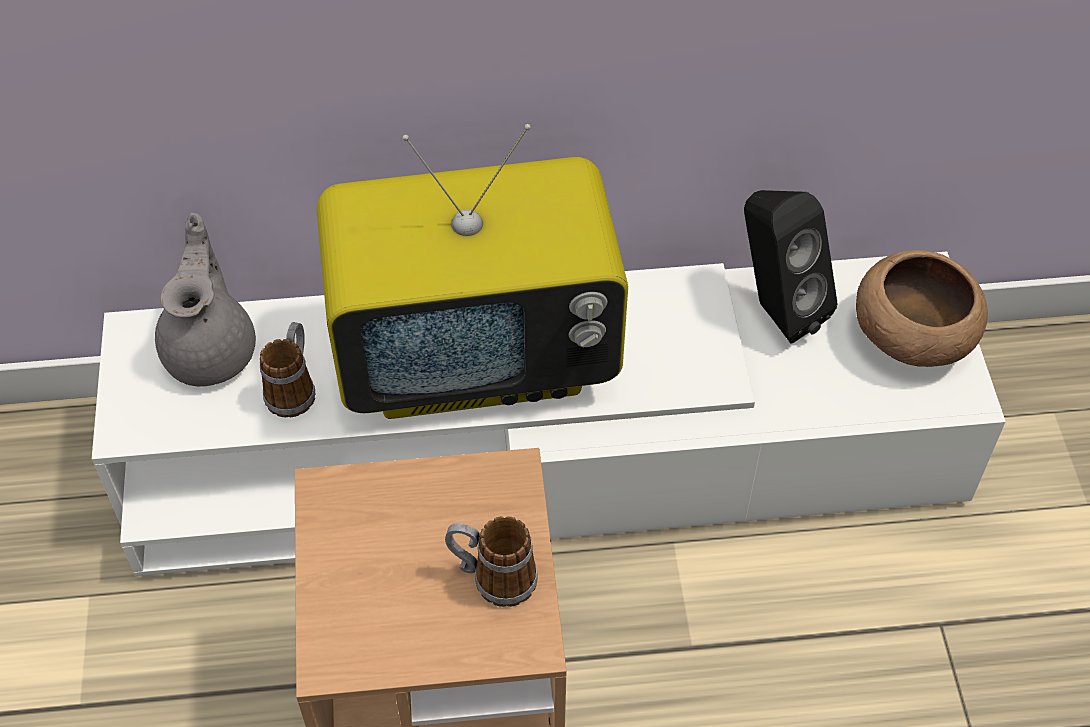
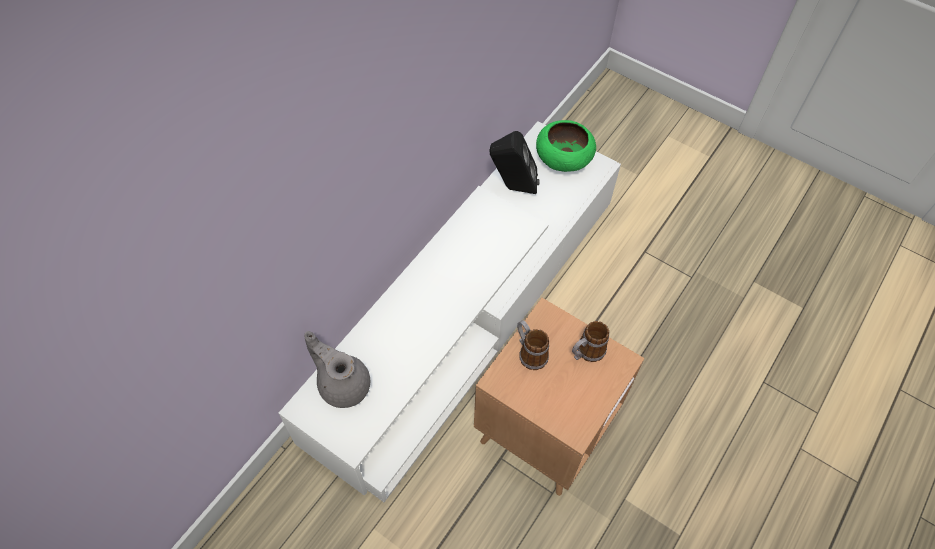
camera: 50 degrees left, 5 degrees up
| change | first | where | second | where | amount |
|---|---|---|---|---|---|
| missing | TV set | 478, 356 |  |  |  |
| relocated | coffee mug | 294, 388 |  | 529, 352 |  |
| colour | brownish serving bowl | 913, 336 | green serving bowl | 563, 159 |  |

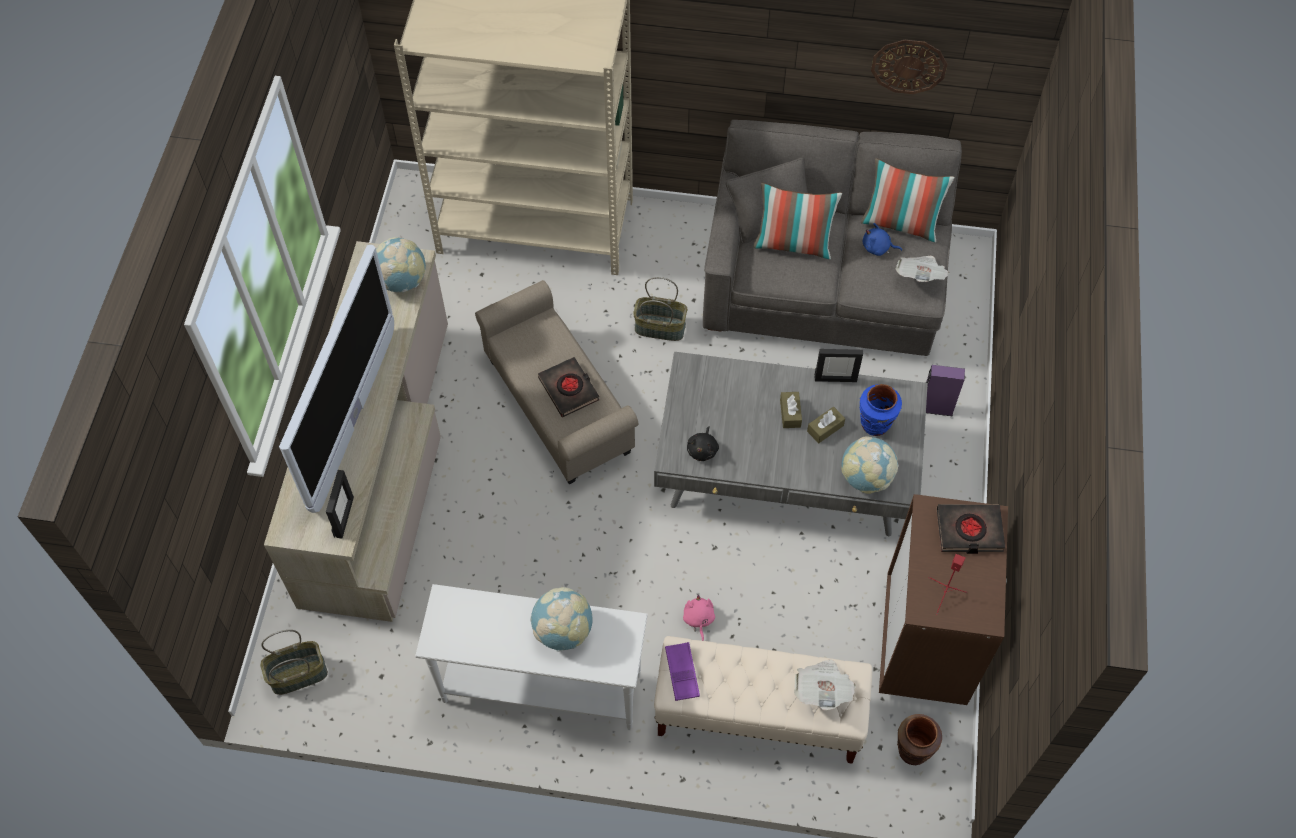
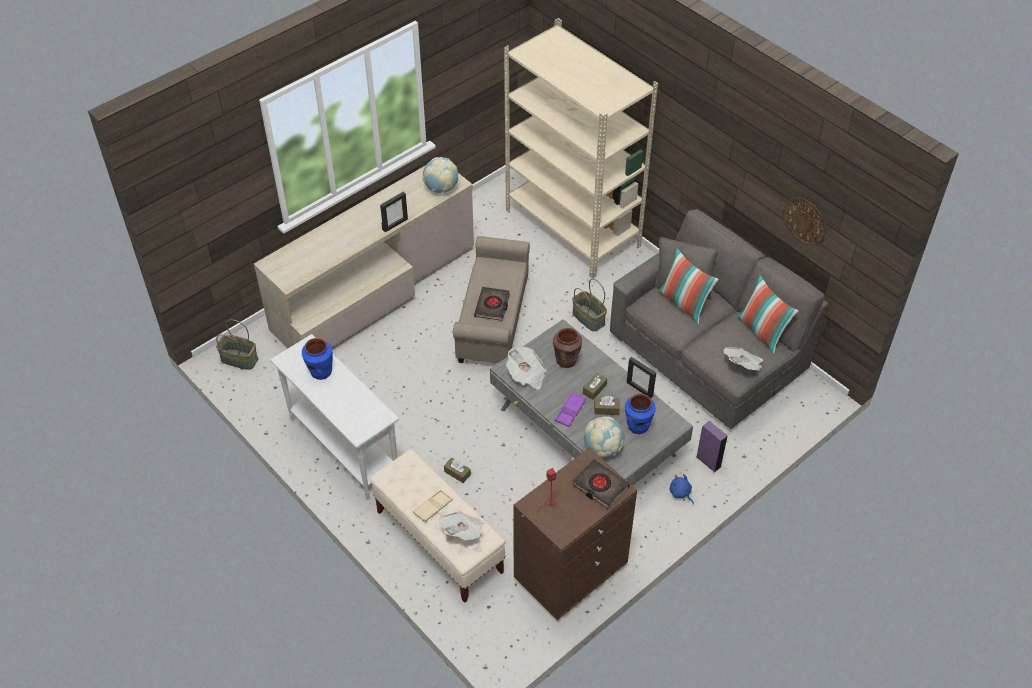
camera: 40 degrees right, 10 degrees down
| change | first | where | second | where | amount |
|---|---|---|---|---|---|
| missing | TV set | 354, 418 |  |  |  |
| missing | desk globe | 563, 631 |  |  |  |
| appeared |  |  | blue flower vase | 321, 372 |  |
| appeared |  |  | beige tray | 433, 507 |  |
| relocated | standing frame | 344, 517 |  | 395, 224 |  |
| relocated | purple-coloured tray | 682, 673 |  | 570, 411 |  |
| relocated | blue cuddly toy | 878, 248 |  | 680, 493 |  |
| relocated | brownish flower vase | 912, 750 |  | 566, 360 |  |
| exchanged | pinkish cuddly toy | 698, 619 | brownish box of tissues | 457, 473 |  |
| exchanged | black cuddly toy | 703, 449 | newspaper | 526, 375 |  |

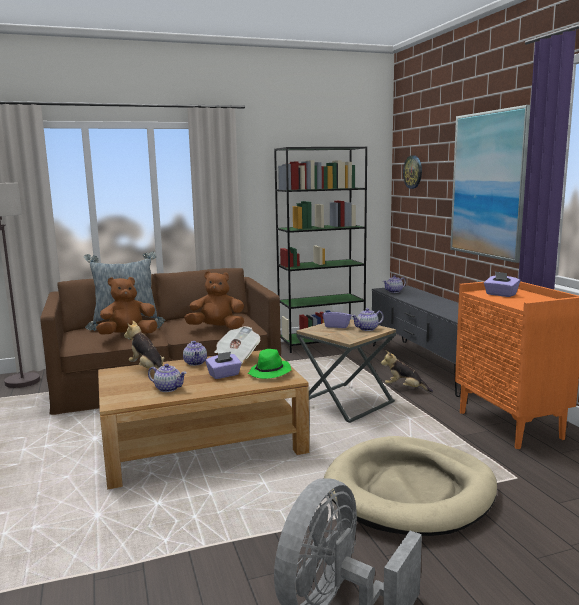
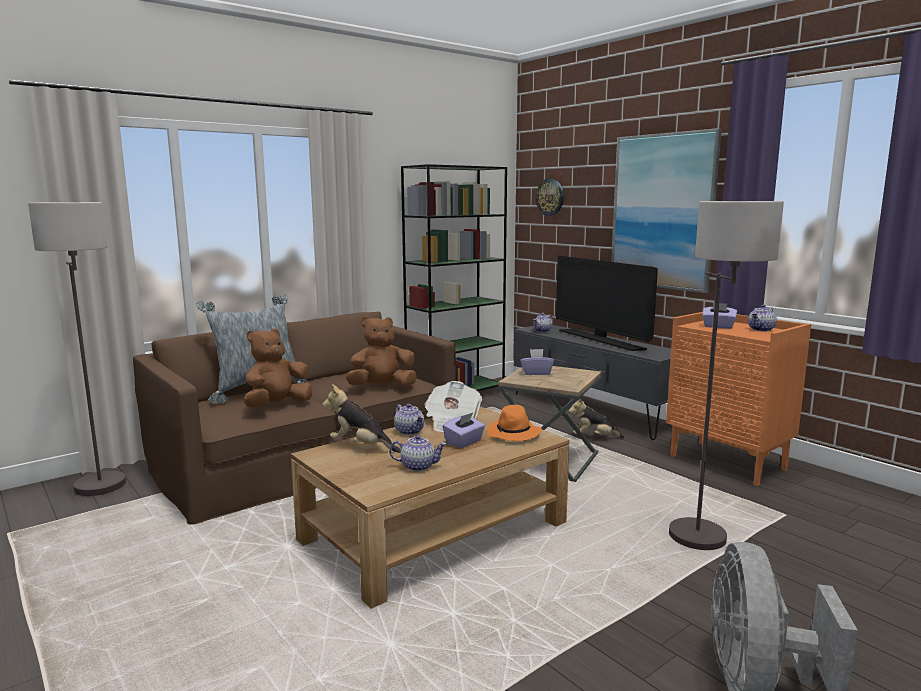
camera: 20 degrees left, 0 degrees up
| change | first | where | second | where | amount |
|---|---|---|---|---|---|
| appeared |  |  | TV set | 601, 340 |  |
| relocated | tea pot | 367, 329 |  | 761, 329 |  |
| exchanged | beige pet bed | 410, 490 | greyish floor lamp | 705, 545 |  |
| colour | green hat | 270, 373 | orange-coloured hat | 514, 434 |  |

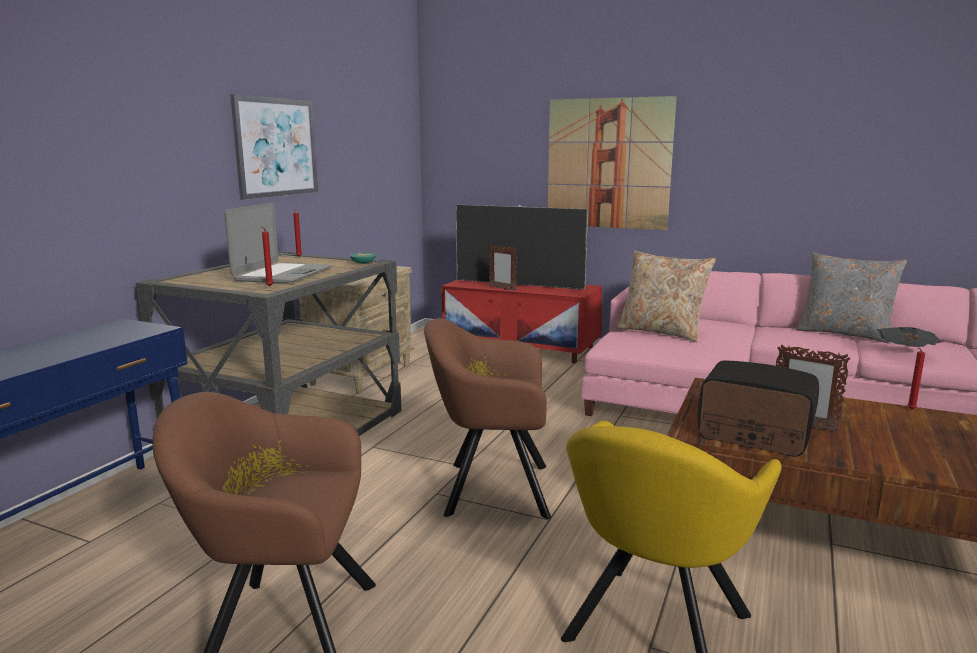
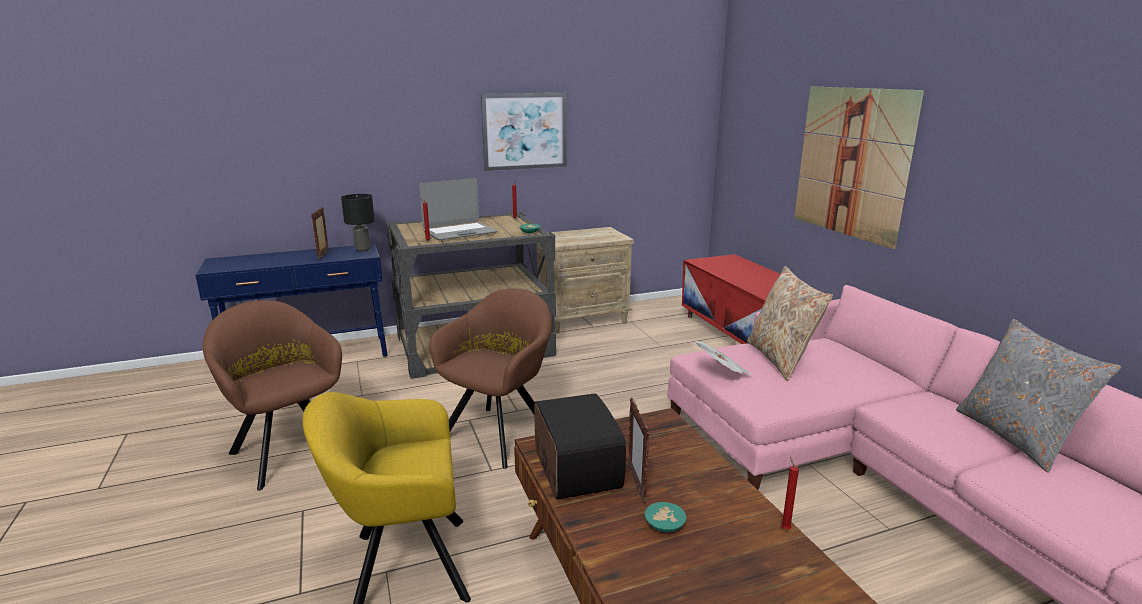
camera: 45 degrees right, 5 degrees up
| change | first | where | second | where | amount |
|---|---|---|---|---|---|
| missing | TV set | 519, 285 |  |  |  |
| appeared |  |  | black tabletop lamp | 363, 249 |  |
| appeared |  |  | turquoise serving bowl | 663, 526 |  |
| relocated | standing frame | 502, 289 |  | 323, 255 |  |
| relocated | newspaper | 906, 352 |  | 721, 372 |  |
| spun | brownish lounge chair | 489, 488 |  | 500, 432 | 75 degrees clockwise |

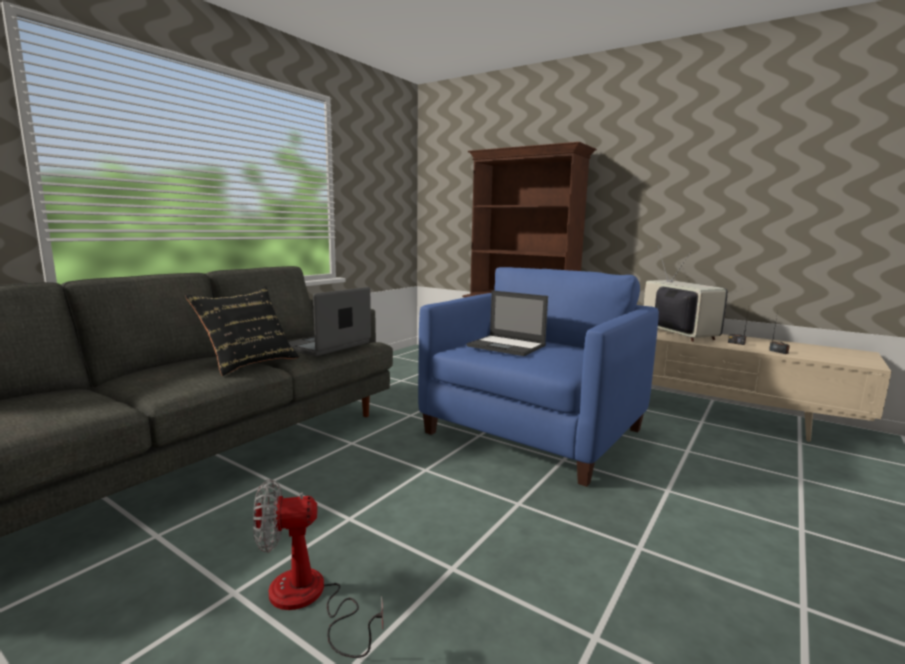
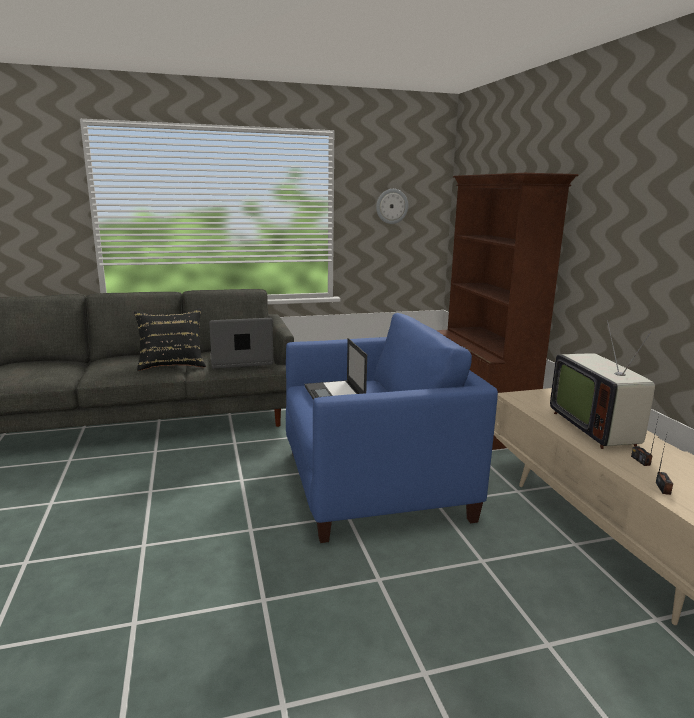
camera: 40 degrees right, 5 degrees up
| change | first | where | second | where | amount |
|---|---|---|---|---|---|
| missing | cooling fan | 308, 600 |  |  |  |
| appeared |  |  | wall clock | 391, 206 |  |
| spun | TV set | 676, 334 |  | 596, 427 | 150 degrees clockwise |

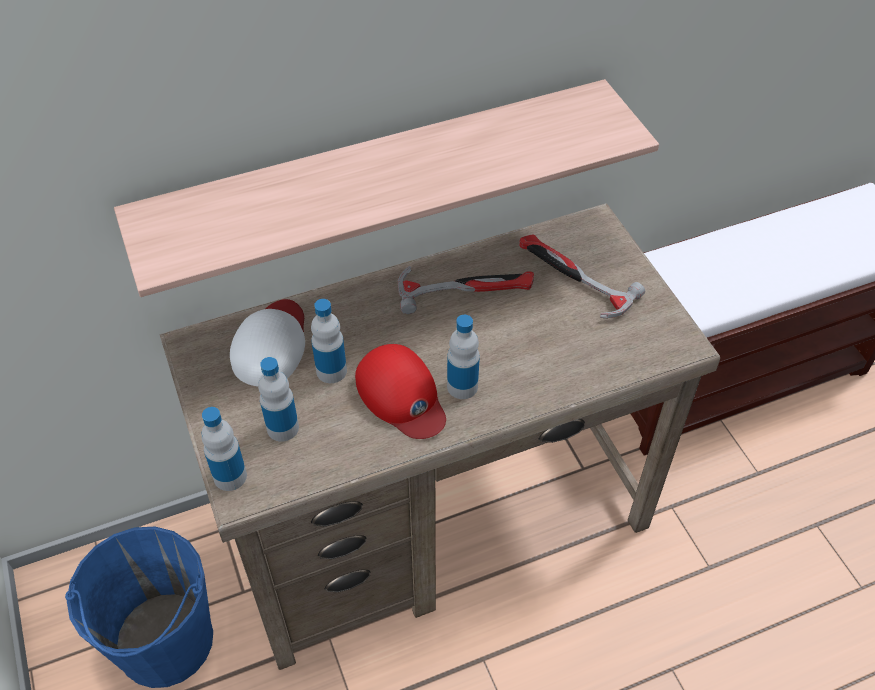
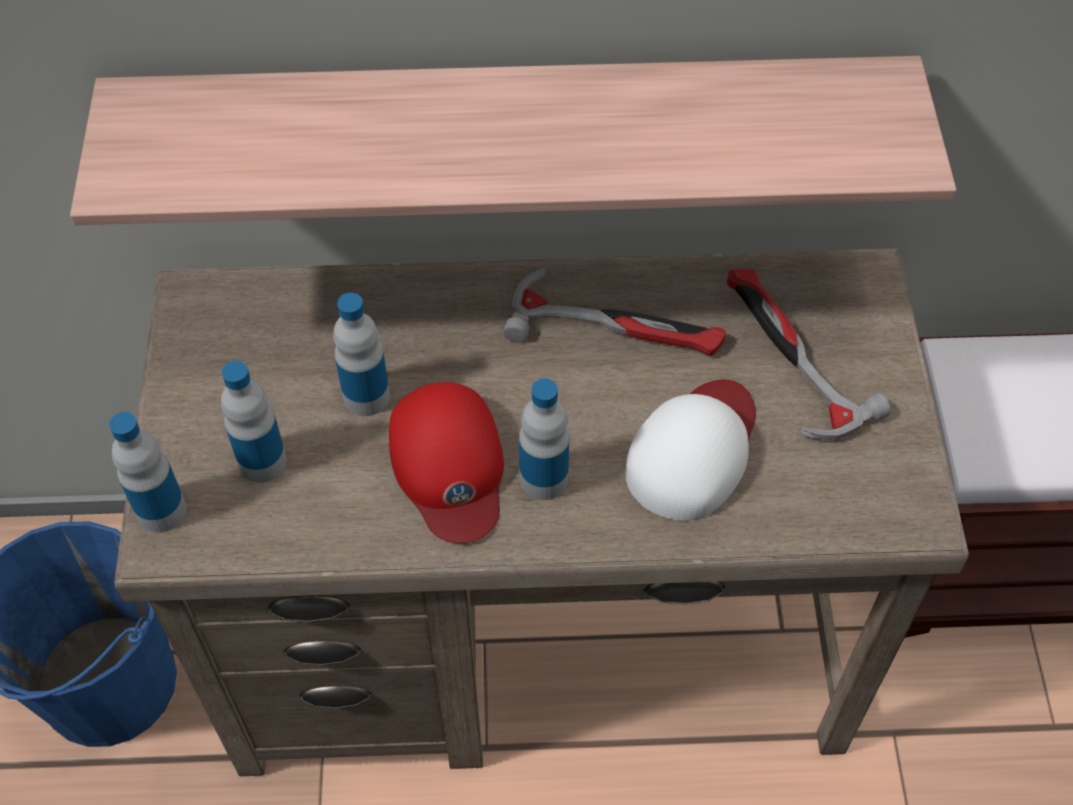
camera: 20 degrees right, 5 degrees up
| change | first | where | second | where | amount |
|---|---|---|---|---|---|
| relocated | whitish peaked cap | 271, 345 |  | 693, 451 |  |

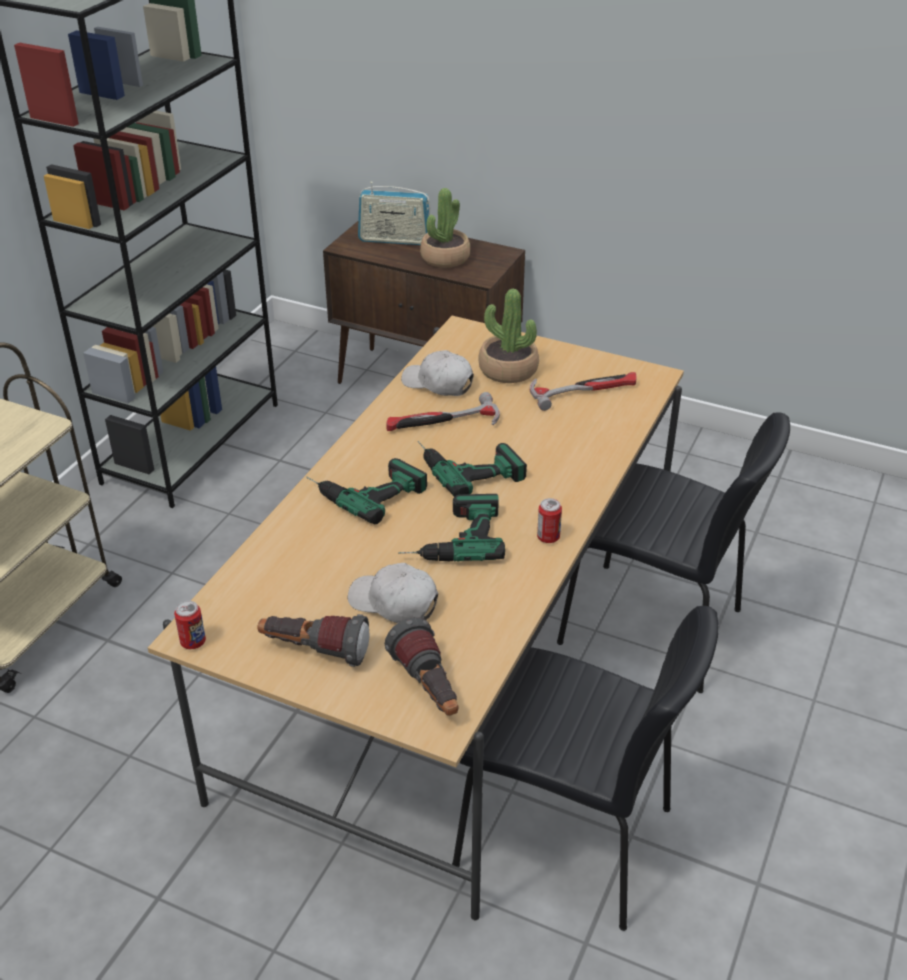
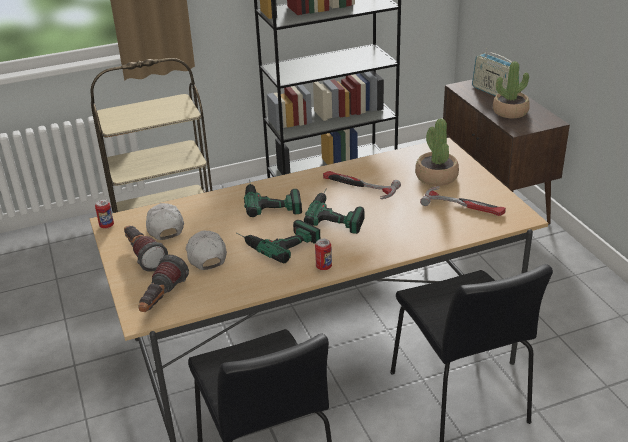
camera: 45 degrees right, 5 degrees down
| change | first | where | second | where | amount |
|---|---|---|---|---|---|
| relocated | whitish peaked cap | 438, 383 |  | 164, 227 |  |

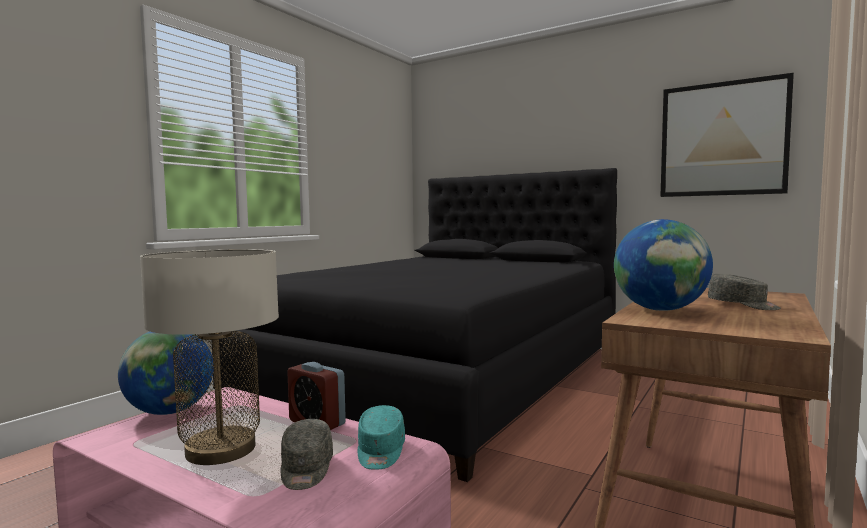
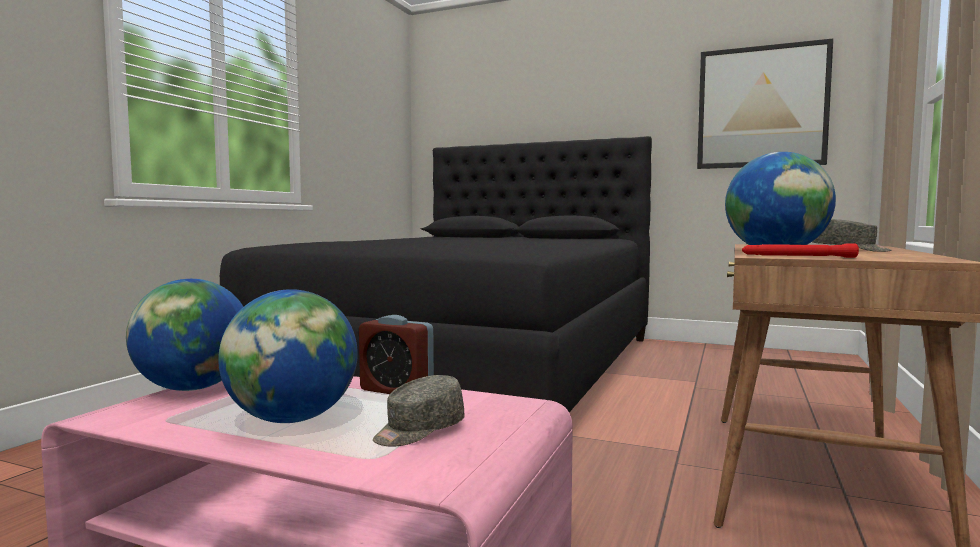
camera: 10 degrees left, 0 degrees up
| change | first | where | second | where | amount |
|---|---|---|---|---|---|
| missing | turquoise peaked cap | 380, 451 |  |  |  |
| appeared |  |  | red-coloured torch | 797, 257 |  |
| exchanged | tabletop lamp | 220, 450 | desk globe | 292, 419 |  |
| spun | greyish peaked cap | 306, 469 |  | 418, 431 | 60 degrees clockwise |

